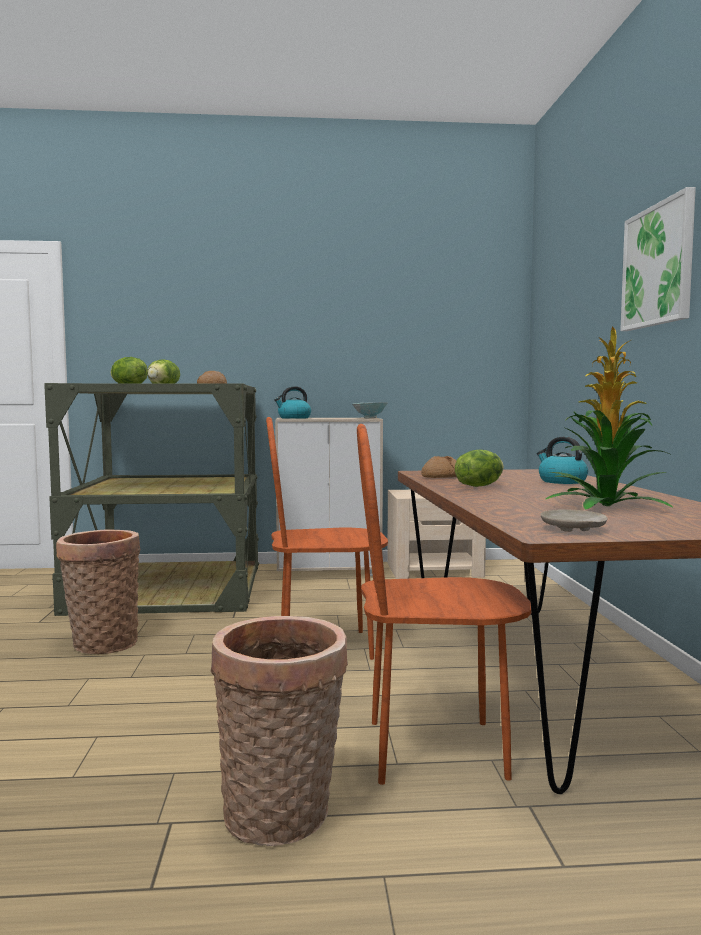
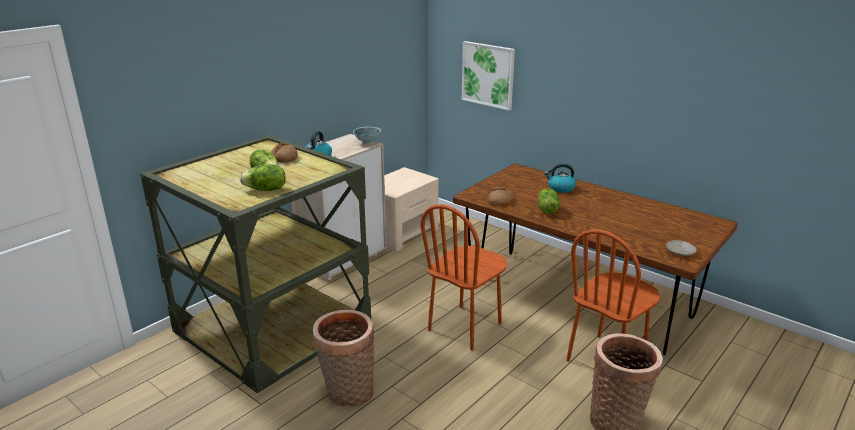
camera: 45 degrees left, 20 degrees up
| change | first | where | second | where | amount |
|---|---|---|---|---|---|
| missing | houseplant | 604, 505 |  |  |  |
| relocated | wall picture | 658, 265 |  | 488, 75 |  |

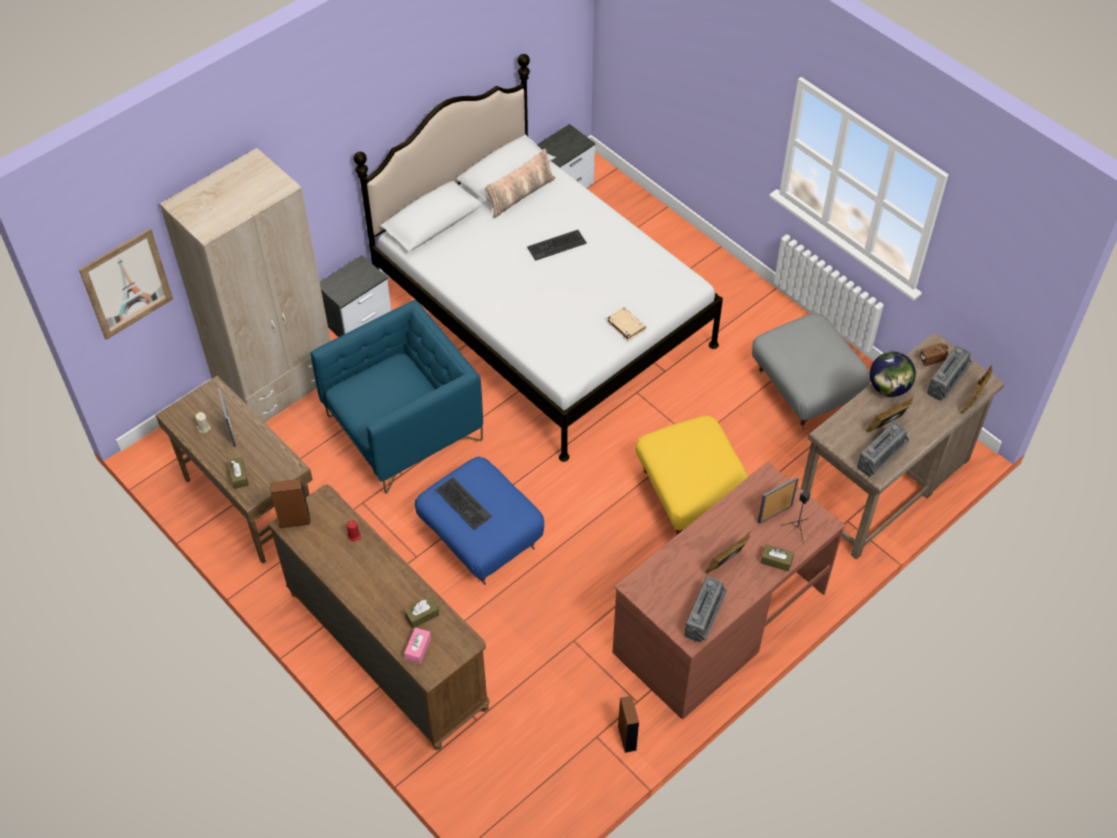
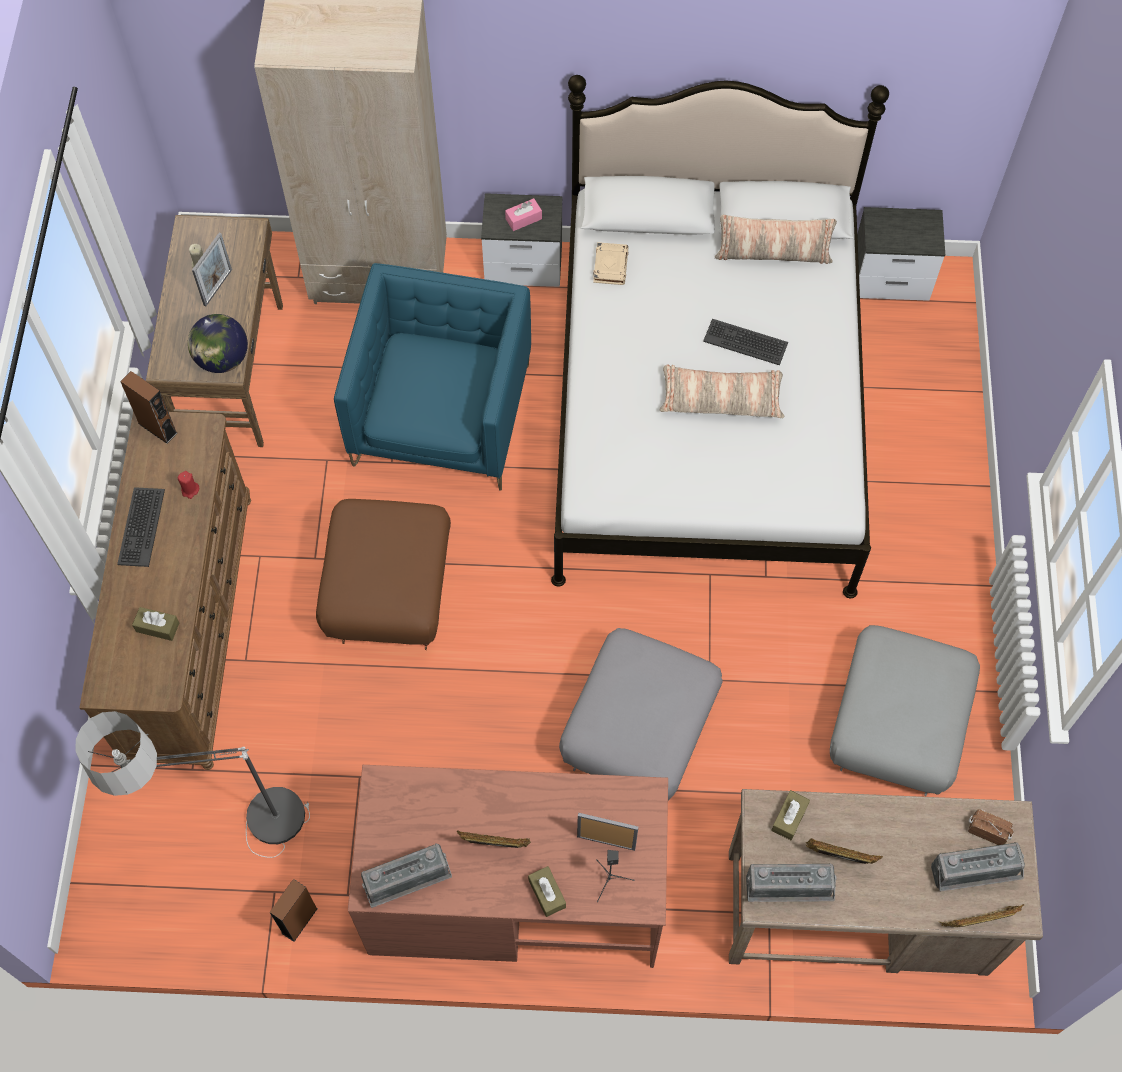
camera: 45 degrees right, 10 degrees up
| change | first | where | second | where | amount |
|---|---|---|---|---|---|
| missing | wall picture | 127, 284 |  |  |  |
| appeared |  |  | floor lamp | 230, 832 |  |
| appeared |  |  | pillow | 721, 398 |  |
| relocated | brownish box of tissues | 239, 476 |  | 789, 818 |  |
| relocated | pinkish box of tissues | 418, 648 |  | 523, 219 |  |
| relocated | computer keyboard | 463, 503 |  | 140, 527 |  |
| relocated | beige volume | 625, 325 |  | 610, 265 |  |
| relocated | desk globe | 888, 387 |  | 223, 359 |  |
| colour | blue ottoman | 480, 539 | brownish ottoman | 389, 593 |  |
| colour | yellow ottoman | 691, 495 | greyish ottoman | 639, 735 |  |
| spun | blue lounge chair | 403, 429 |  | 442, 417 | 90 degrees counterclockwise |

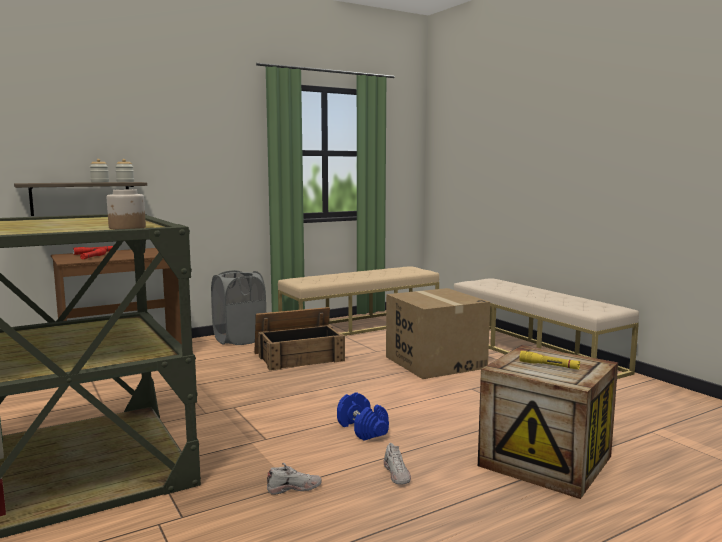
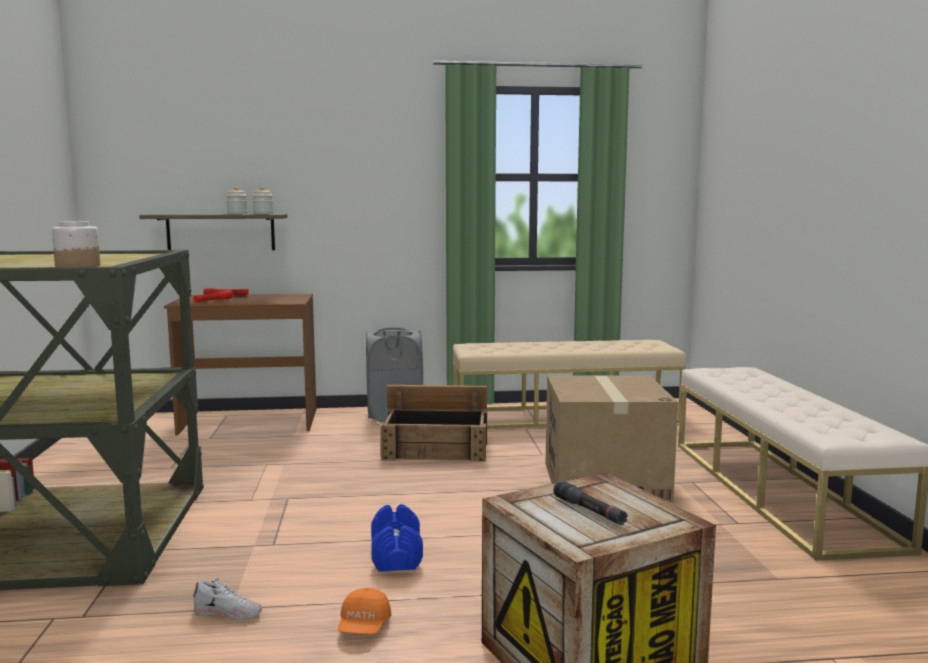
camera: 25 degrees right, 0 degrees up
| change | first | where | second | where | amount |
|---|---|---|---|---|---|
| exchanged | whitish low shoe | 397, 474 | orange-coloured peaked cap | 364, 627 |  |
| colour | yellow torch | 549, 366 | black torch | 589, 511 |  |

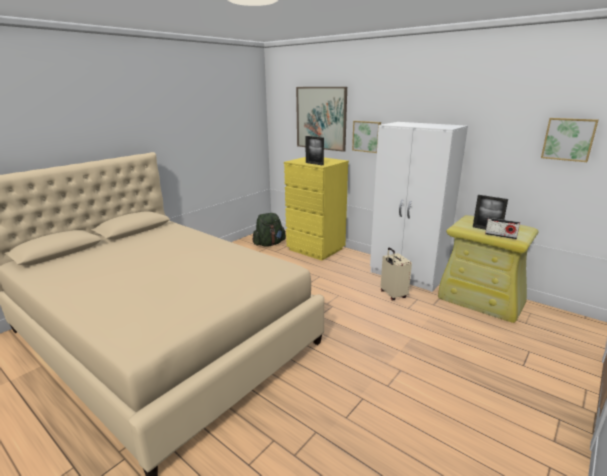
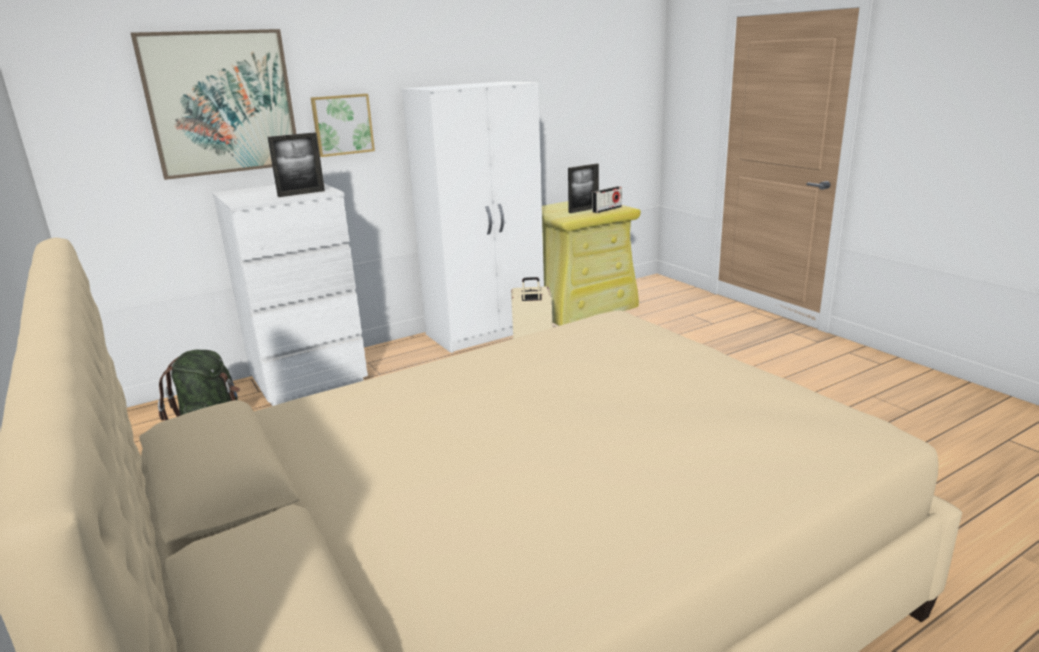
camera: 70 degrees left, 0 degrees up
| change | first | where | second | where | amount |
|---|---|---|---|---|---|
| missing | wall picture | 568, 139 |  |  |  |
| colour | yellow drawer chest | 316, 249 | whitish drawer chest | 309, 380 |  |

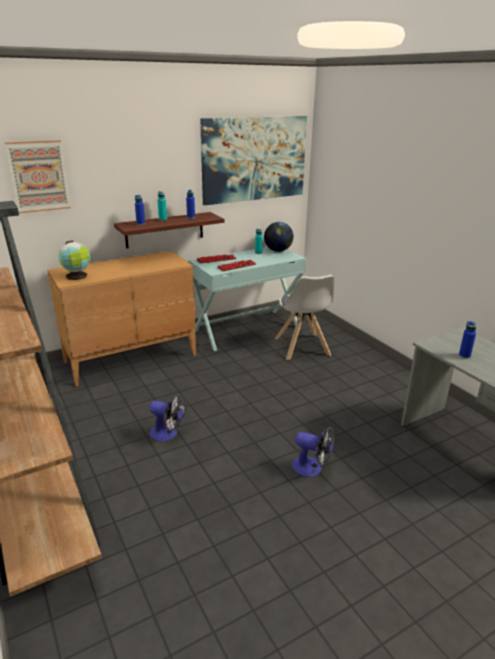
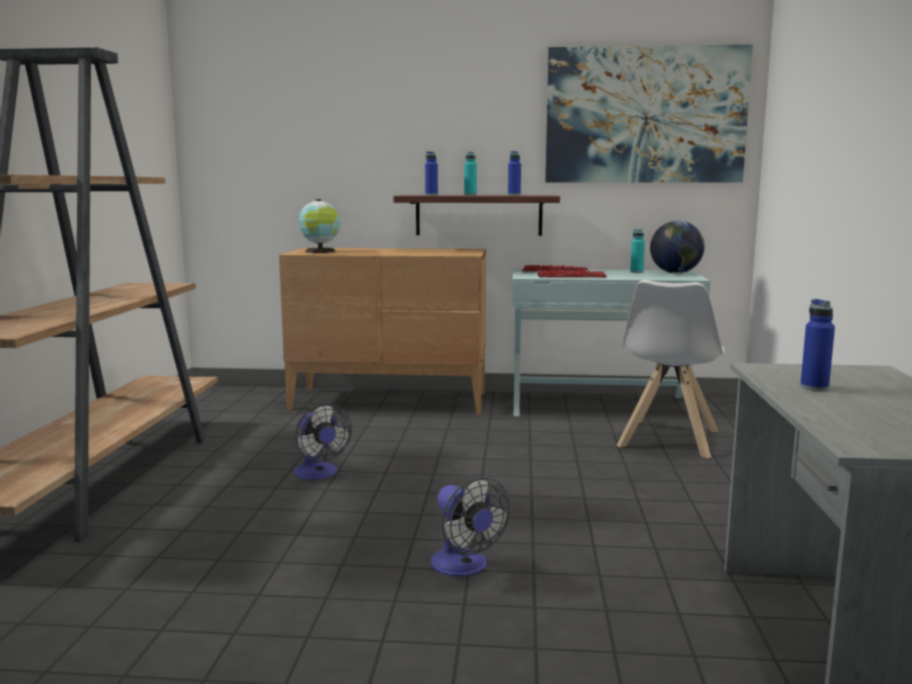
camera: 35 degrees right, 15 degrees down
| change | first | where | second | where | amount |
|---|---|---|---|---|---|
| missing | wall picture | 39, 176 |  |  |  |

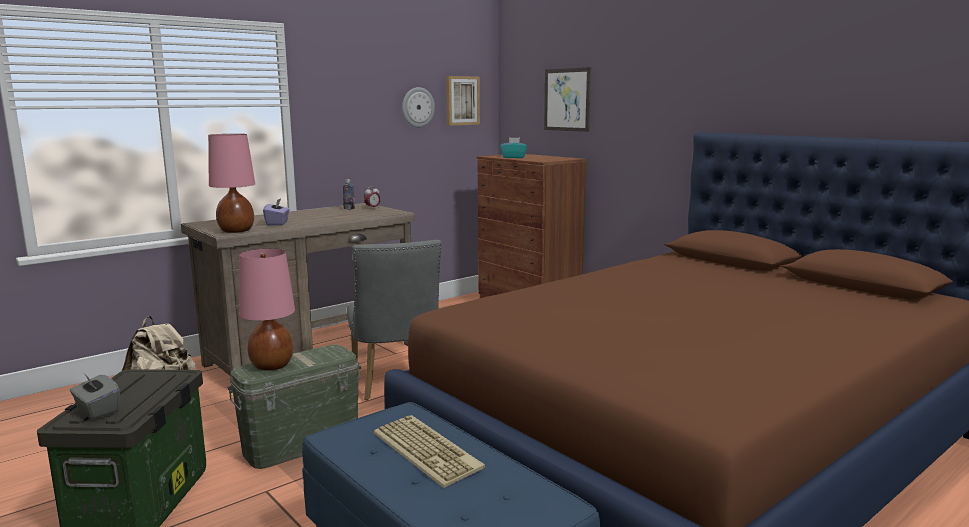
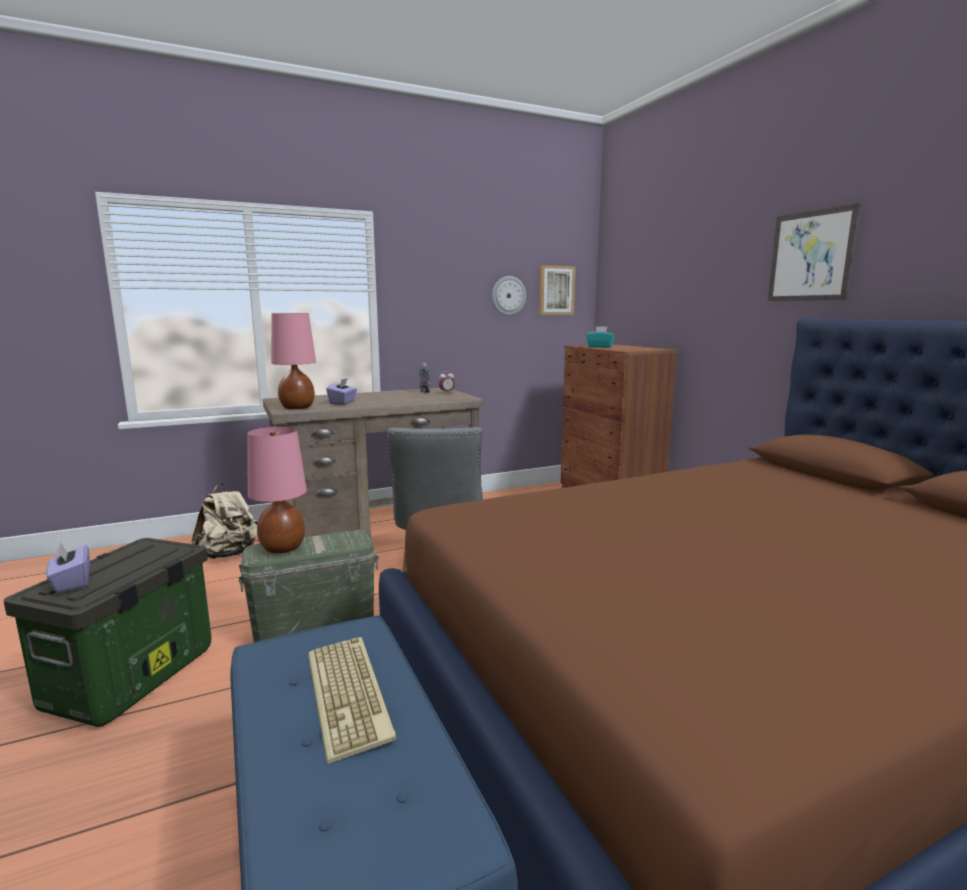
camera: 15 degrees right, 0 degrees up
| change | first | where | second | where | amount |
|---|---|---|---|---|---|
| relocated | wall picture | 567, 99 |  | 811, 256 |  |
| colour | greyish box of tissues | 97, 410 | purple-coloured box of tissues | 72, 582 |  |

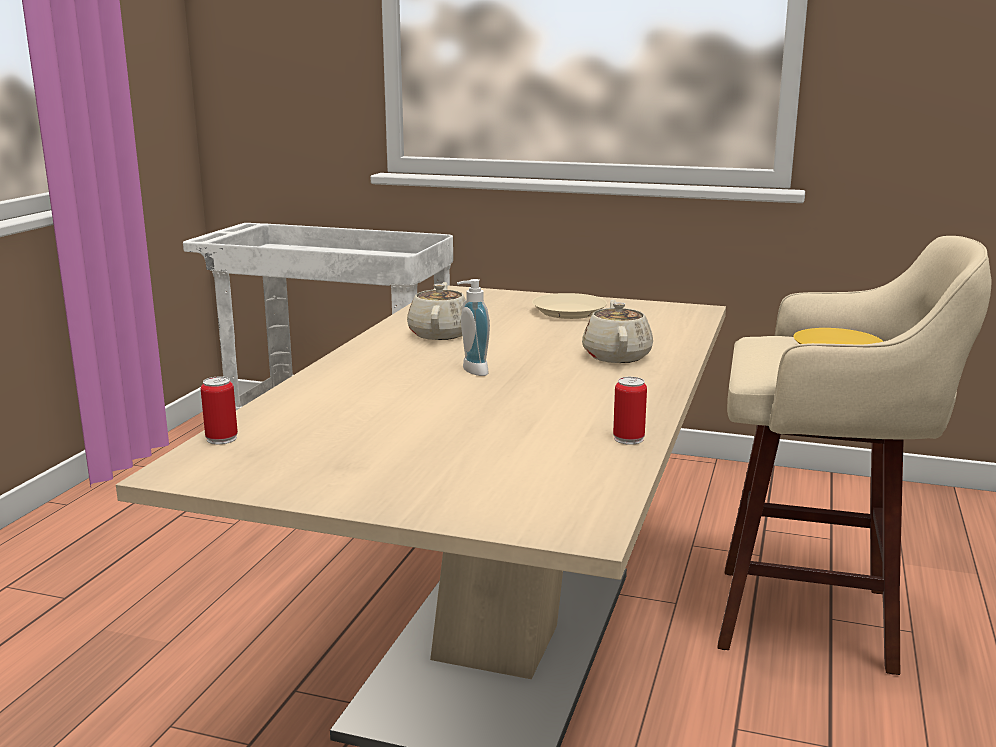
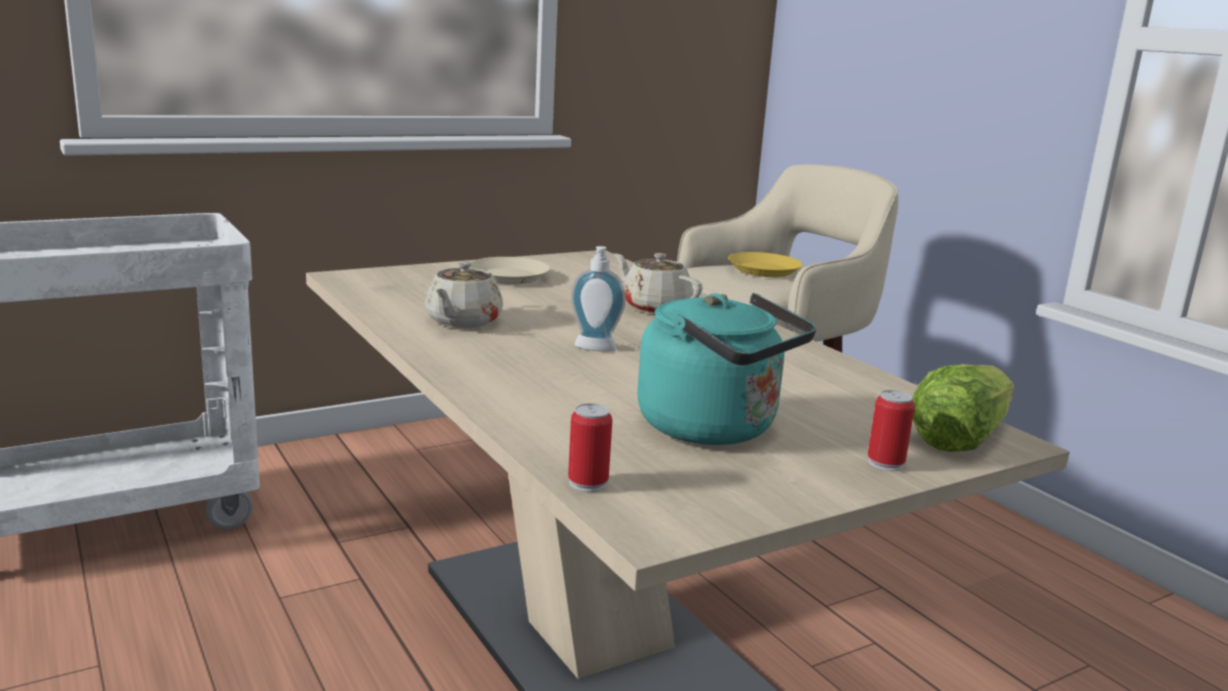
camera: 50 degrees left, 0 degrees up
| change | first | where | second | where | amount |
|---|---|---|---|---|---|
| appeared |  |  | turquoise tea kettle | 715, 429 |  |
| appeared |  |  | head of lettuce | 959, 439 |  |
| relocated | metal can | 628, 439 |  | 885, 463 |  |
| spun | beige tea pot | 440, 334 |  | 462, 321 | 120 degrees counterclockwise |

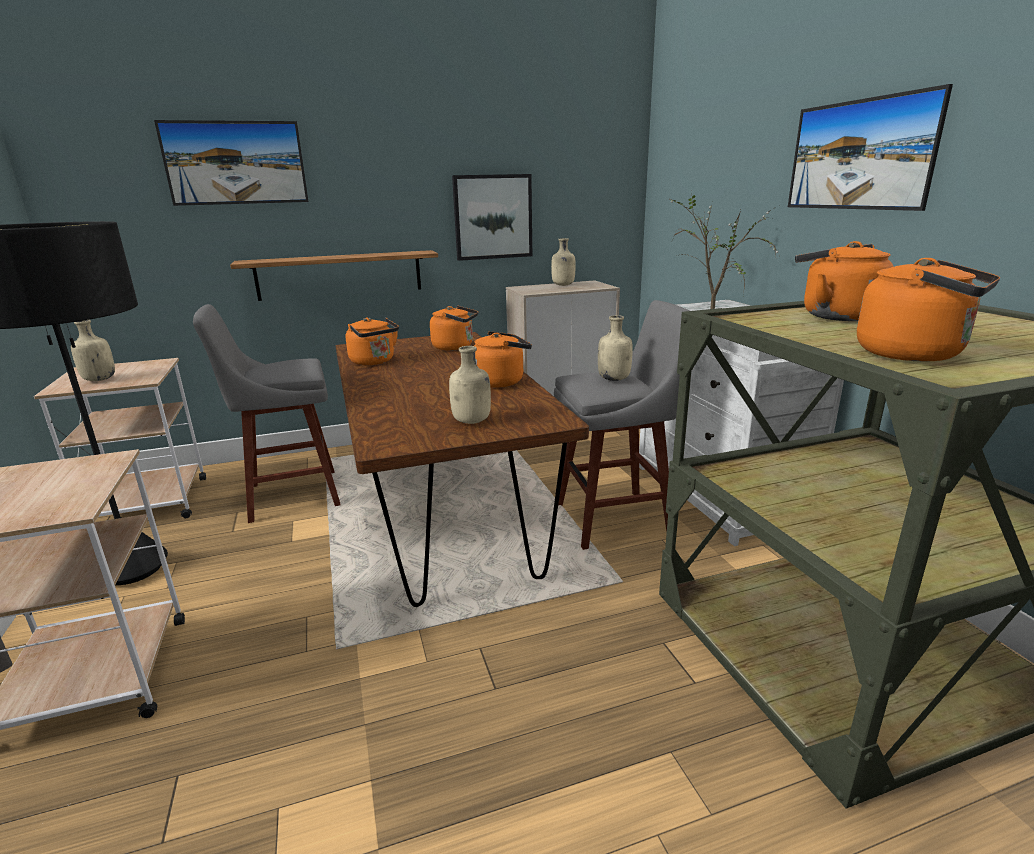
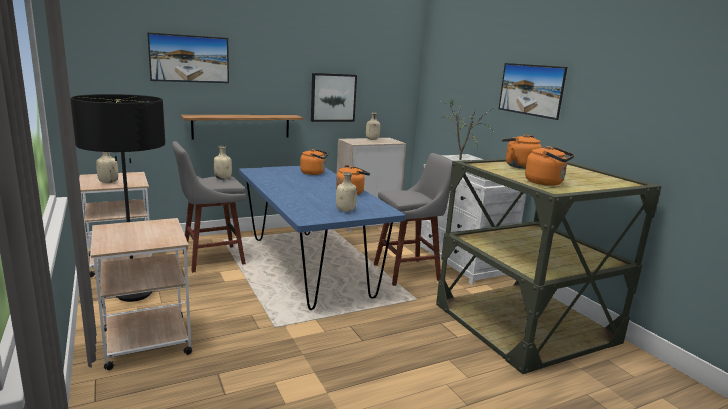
camera: 10 degrees left, 5 degrees down
| change | first | where | second | where | amount |
|---|---|---|---|---|---|
| missing | orange-coloured tea kettle | 374, 362 |  |  |  |
| relocated | beige drink bottle | 614, 379 |  | 223, 178 |  |
| colour | brownish dinner table | 446, 509 | blue dinner table | 310, 266 |  |

